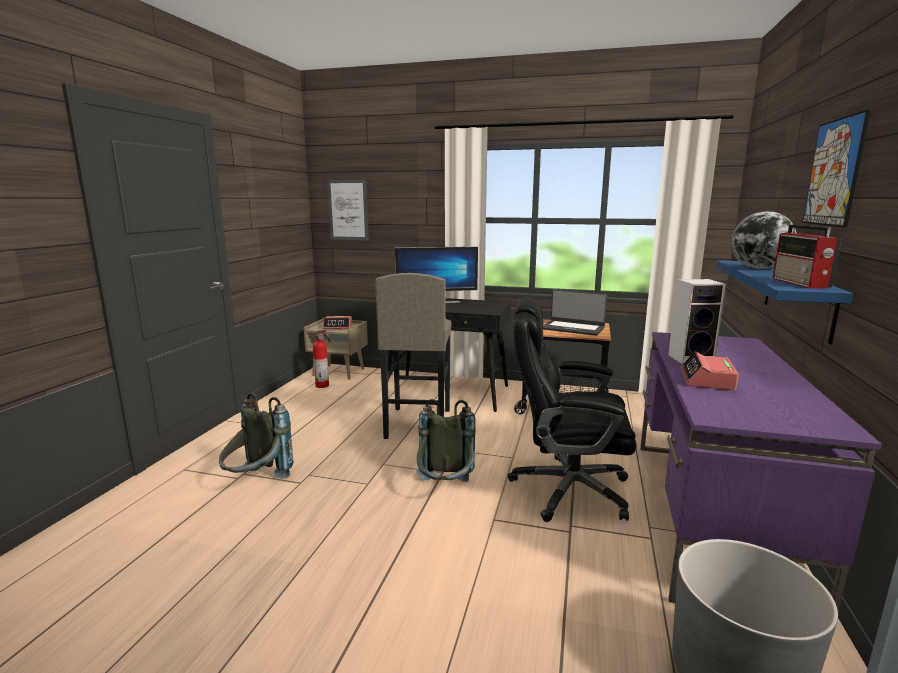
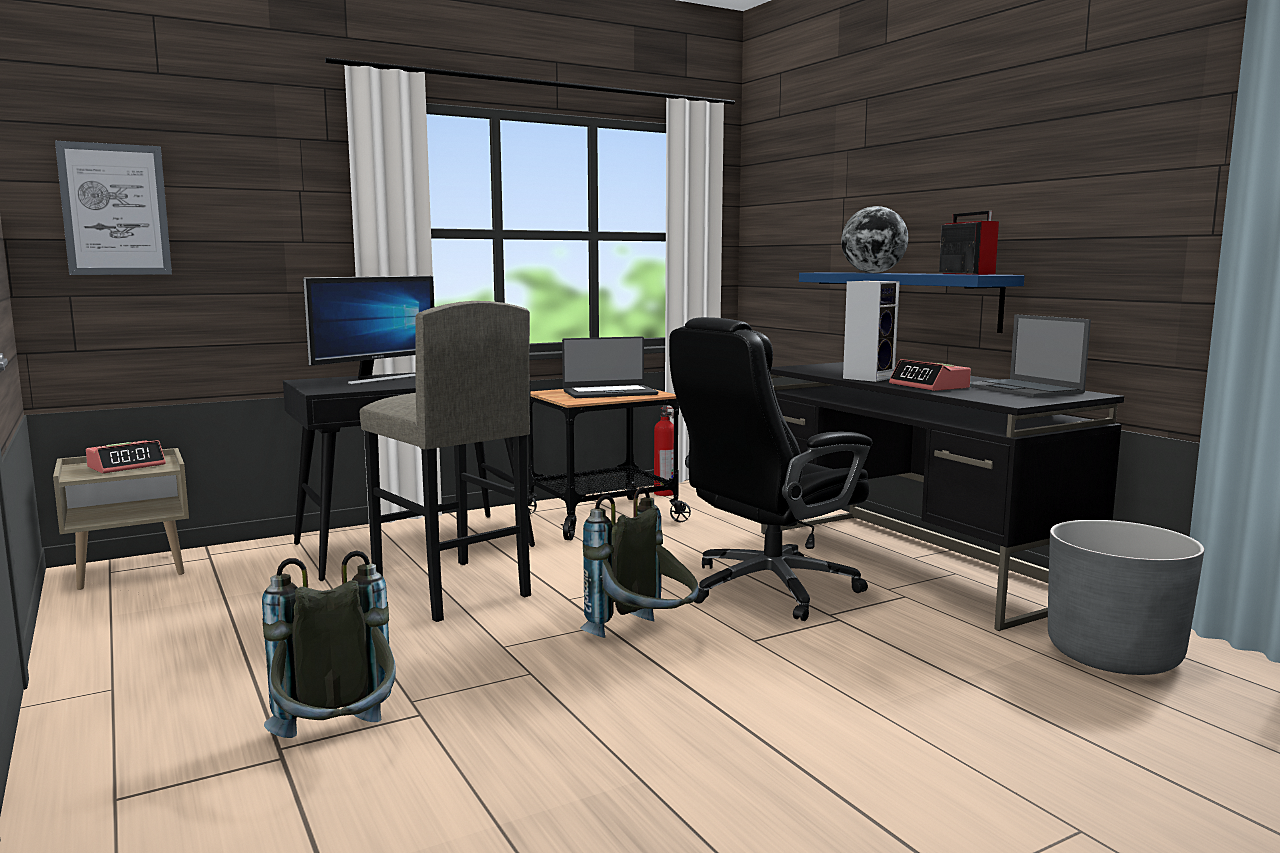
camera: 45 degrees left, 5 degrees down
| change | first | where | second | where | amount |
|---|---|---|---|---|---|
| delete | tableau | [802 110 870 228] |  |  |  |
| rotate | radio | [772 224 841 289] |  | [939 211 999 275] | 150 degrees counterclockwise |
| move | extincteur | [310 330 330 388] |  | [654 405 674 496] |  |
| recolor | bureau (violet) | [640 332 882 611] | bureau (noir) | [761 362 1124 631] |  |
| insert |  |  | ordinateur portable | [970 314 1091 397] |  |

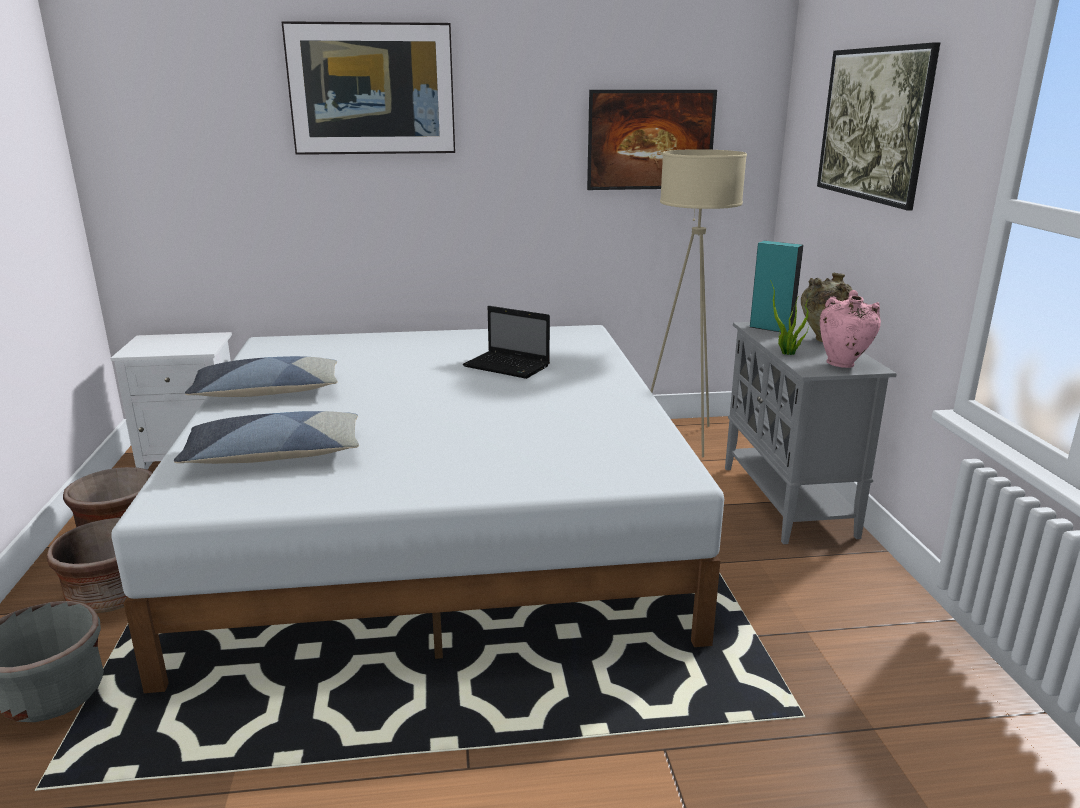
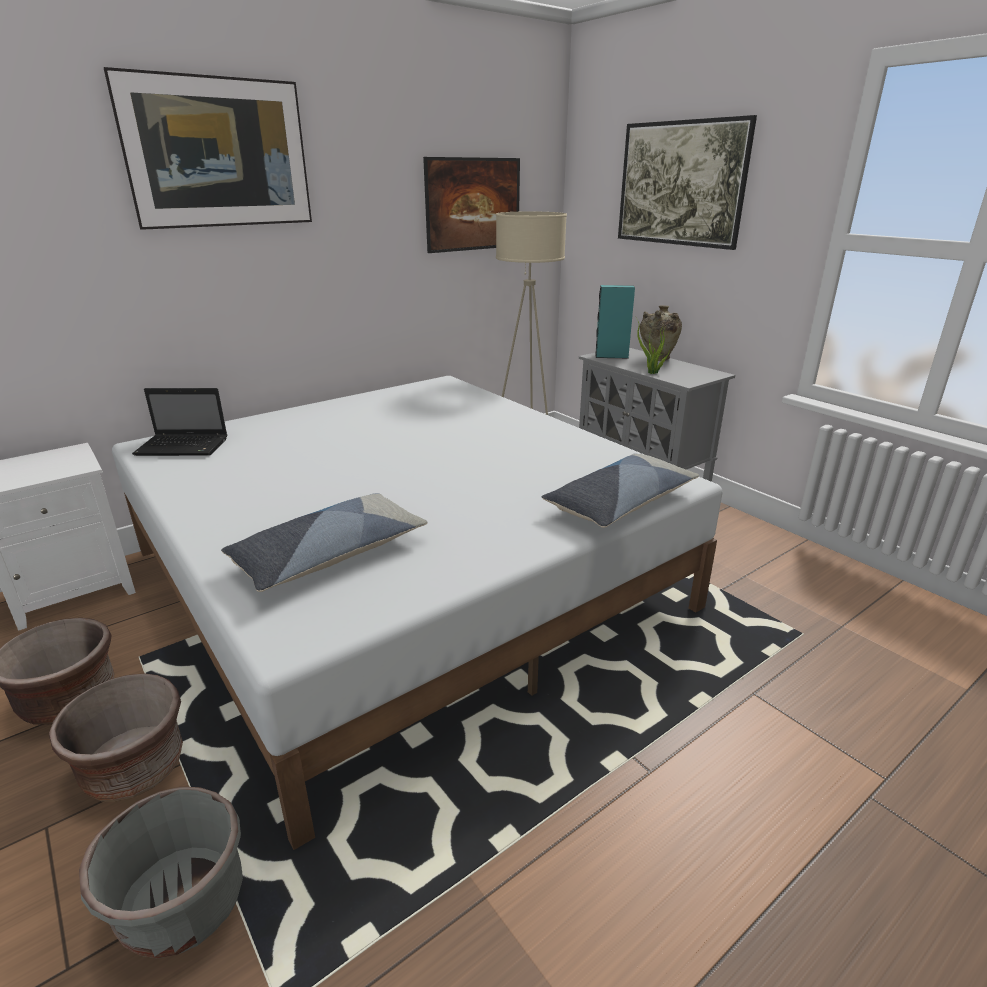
camera: 30 degrees left, 5 degrees up
| change | first | where | second | where | amount |
|---|---|---|---|---|---|
| delete | vase (rose) | [820 290 881 368] |  |  |  |
| move | ordinateur portable | [463 306 550 379] |  | [132 388 227 456] |  |
| move | coussin | [185 356 338 397] |  | [542 453 699 528] |  |

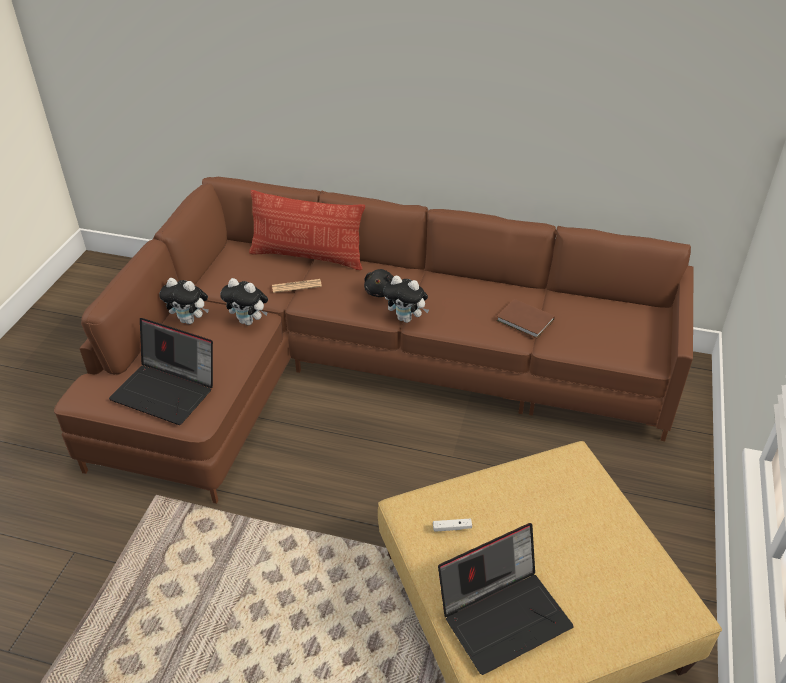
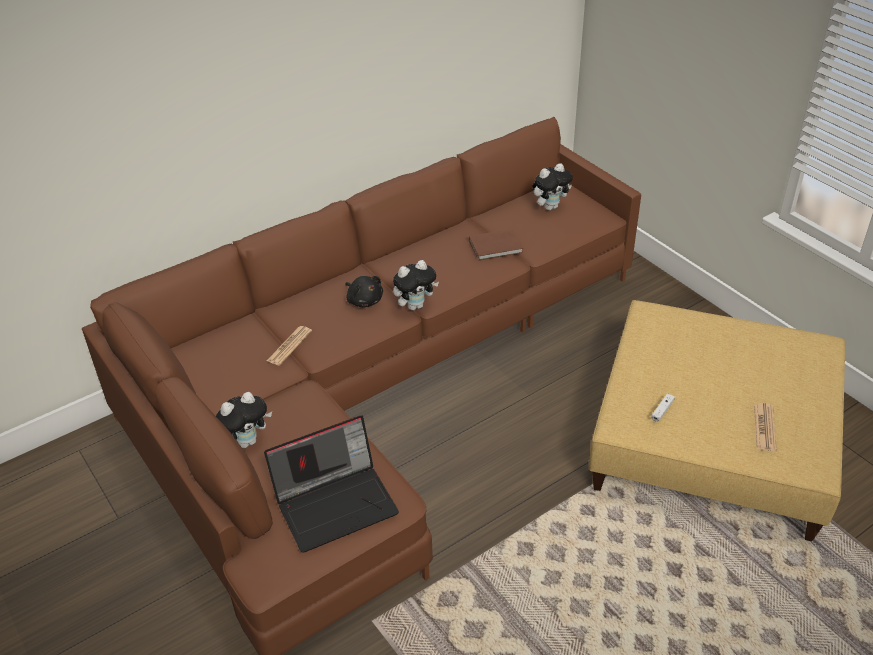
camera: 50 degrees left, 0 degrees up
| change | first | where | second | where | amount |
|---|---|---|---|---|---|
| delete | coussin | [249 190 365 270] |  |  |  |
| move | peluche | [220 278 268 325] |  | [532 163 573 210] |  |
| replace | ordinateur portable | [438 523 574 675] | journal | [754 403 777 451] |  |

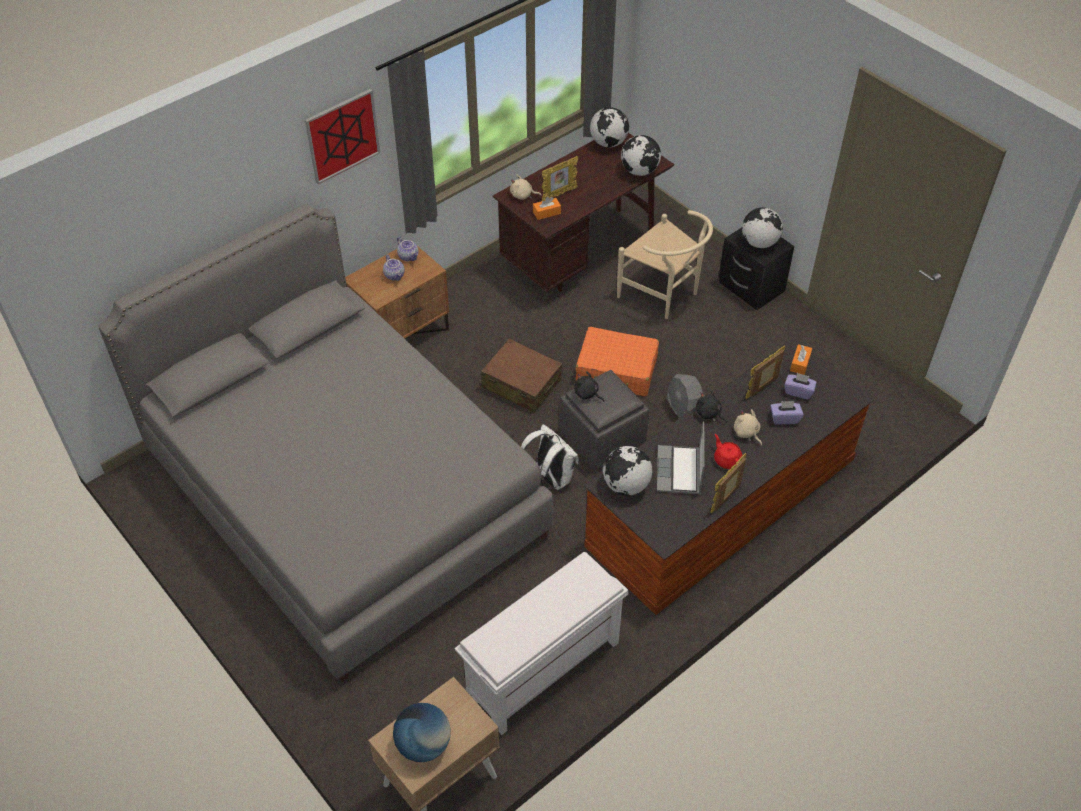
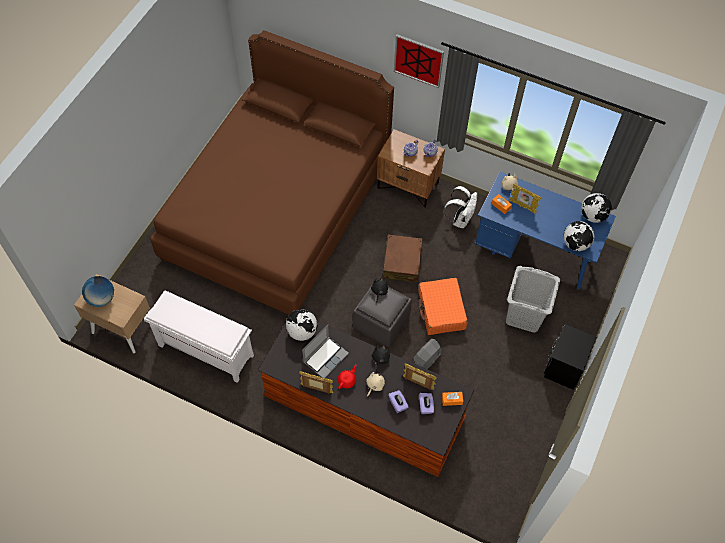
camera: 65 degrees right, 10 degrees up
| change | first | where | second | where | amount |
|---|---|---|---|---|---|
| recolor | bureau (marron) | [493 133 674 292] | bureau (bleu) | [475 172 616 290] |  |
| recolor | lit (gris) | [98 203 553 682] | lit (marron) | [150 30 394 315] |  |
| delete | globe | [742 207 783 248] |  |  |  |
| replace | chaise (beige) | [617 210 713 319] | panier à linge (gris) | [506 266 560 332] |  |
| rotate | ordinateur portable | [657 421 705 494] |  | [302 324 349 378] | 150 degrees clockwise |
| move | sac à dos (blanc) | [521 424 579 490] |  | [443 186 477 228] |  |

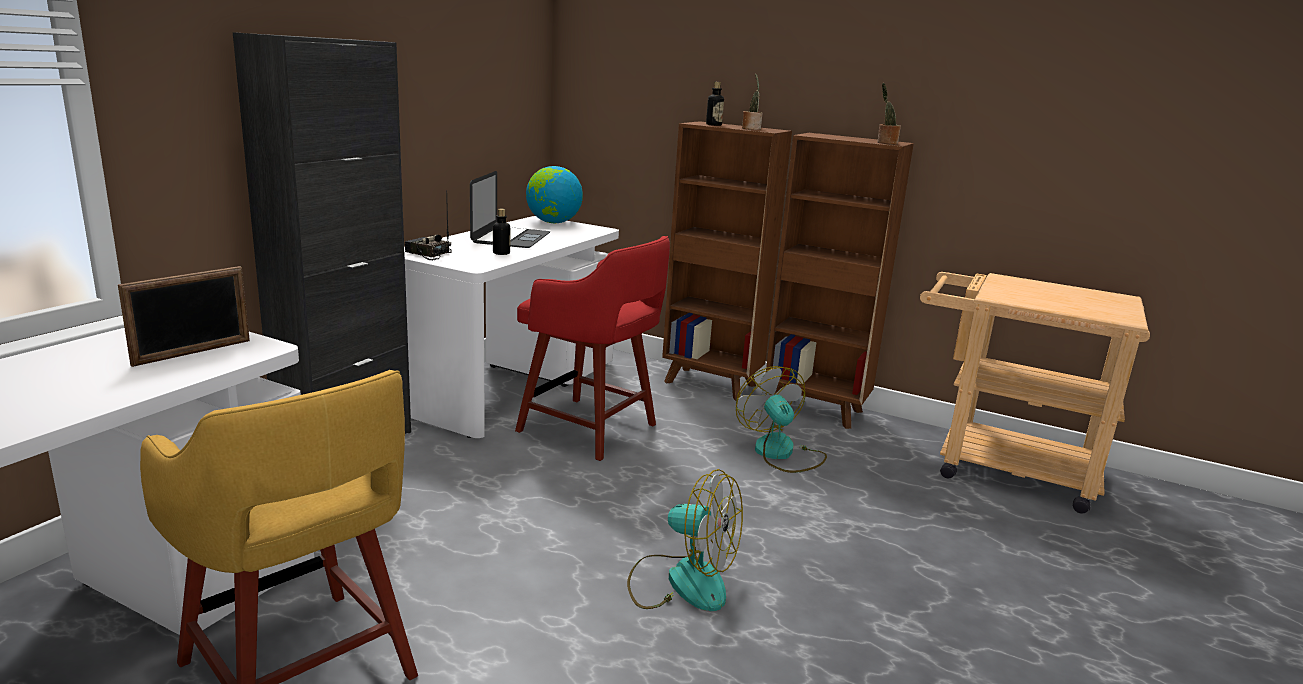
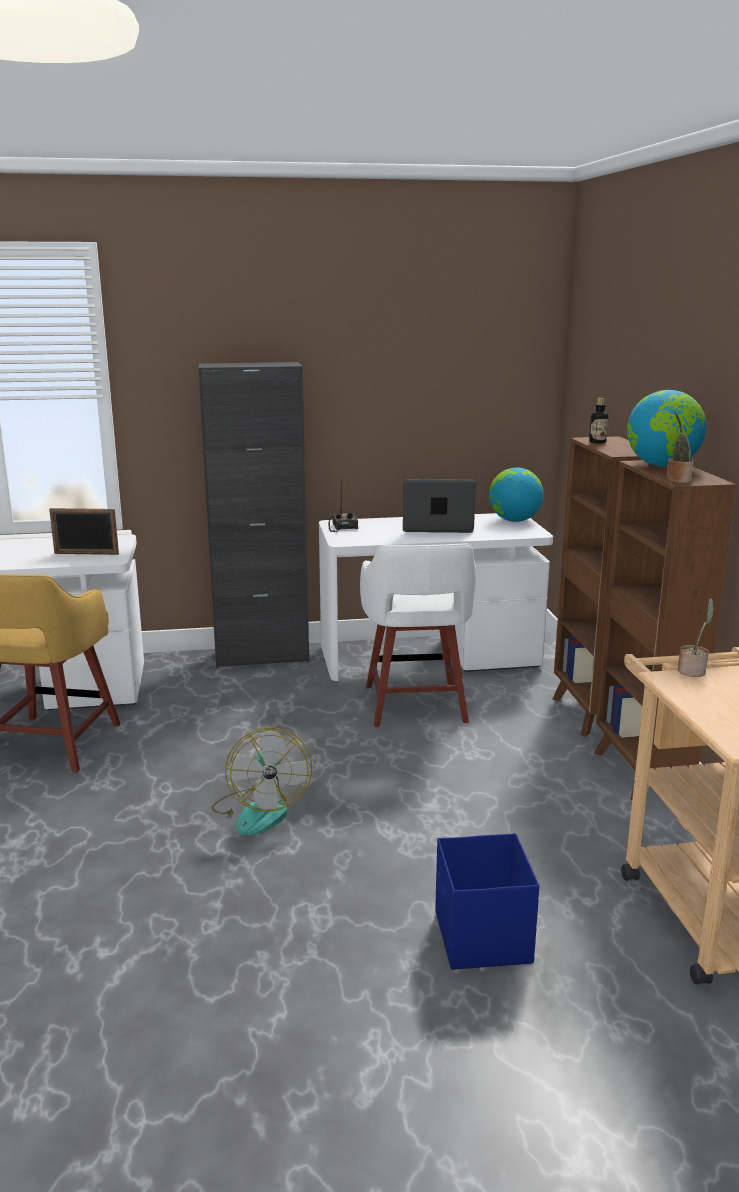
camera: 55 degrees right, 0 degrees up
| change | first | where | second | where | amount |
|---|---|---|---|---|---|
| move | plante en pot | [742 73 762 130] |  | [678 598 714 677] |  |
| rotate | ordinateur portable | [470 171 550 248] |  | [403 479 476 533] | 150 degrees counterclockwise |
| delete | bouteille | [493 209 510 255] |  |  |  |
| recolor | tabouret (rouge) | [515 236 670 461] | tabouret (blanc) | [360 543 476 727] |  |
| delete | ventilateur | [736 366 827 473] |  |  |  |
| insert |  |  | globe | [627 390 707 467] |  |
| insert |  |  | boîte de rangement (bleu) | [435 833 539 970] |  |

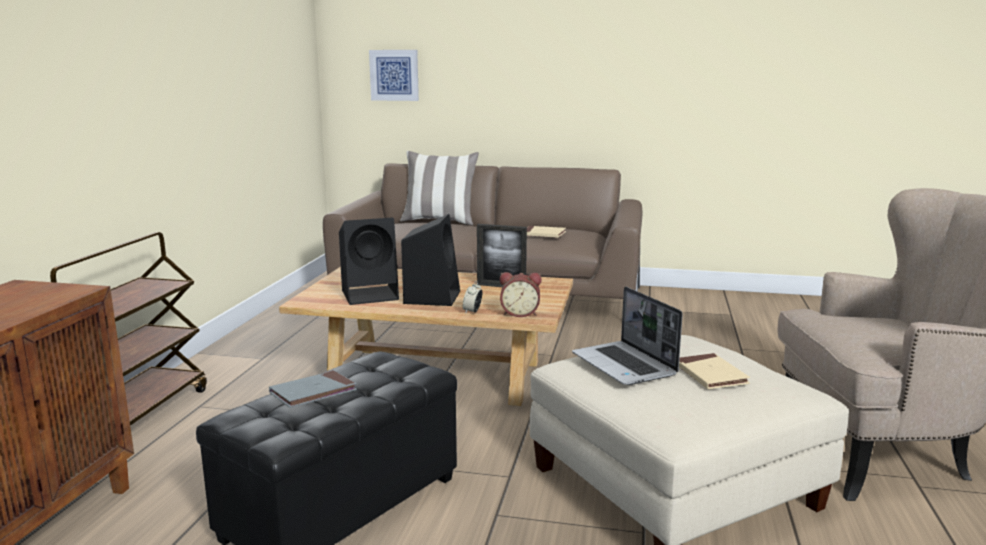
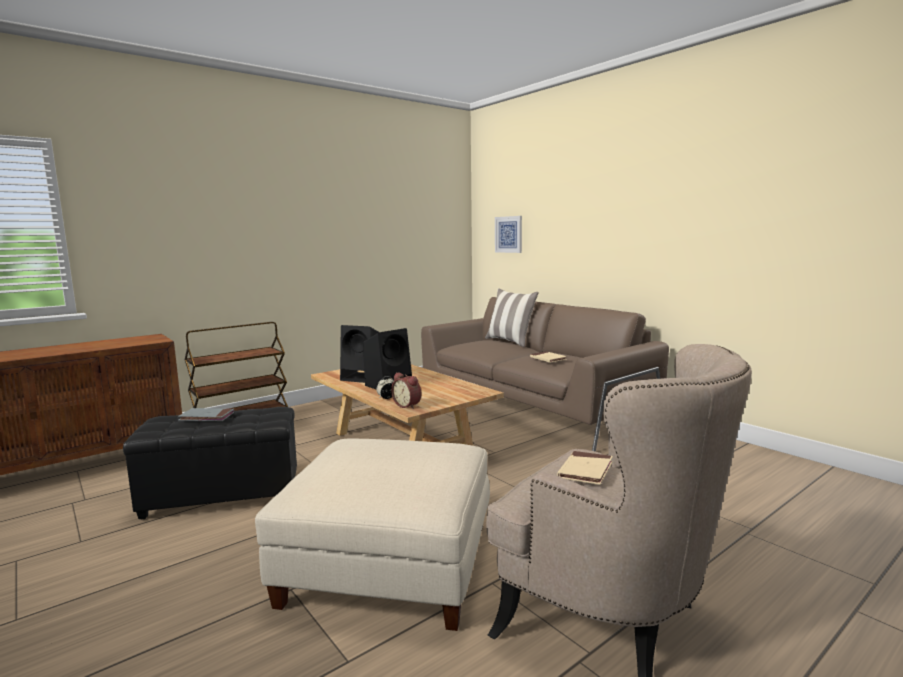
camera: 40 degrees right, 5 degrees down
| change | first | where | second | where | amount |
|---|---|---|---|---|---|
| delete | cadre photo | [477 224 527 287] |  |  |  |
| delete | ordinateur portable | [572 286 683 385] |  |  |  |
| move | livre (beige) | [679 353 750 389] |  | [557 451 613 485] |  |

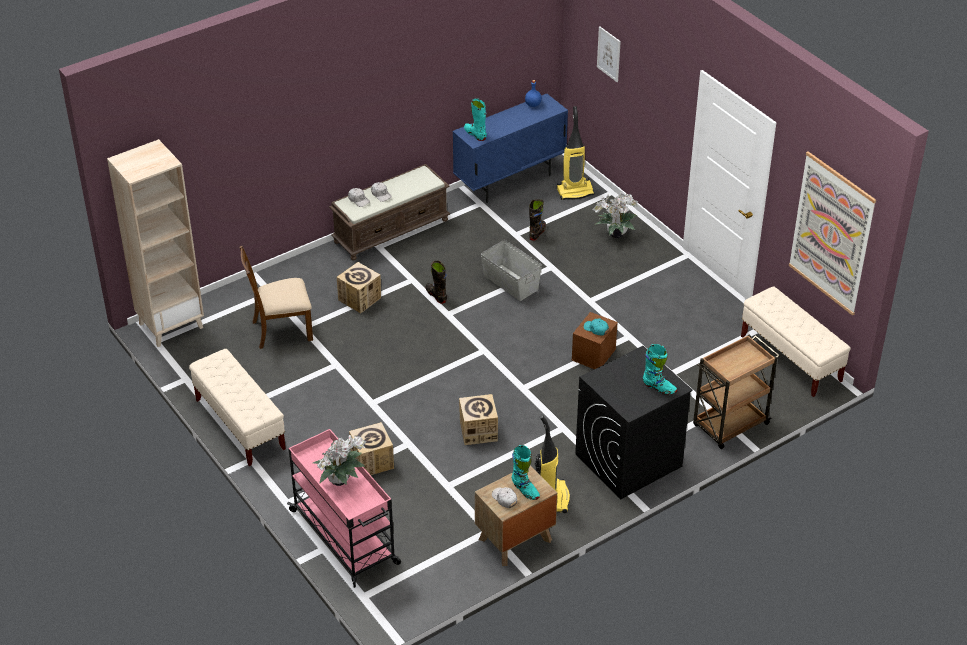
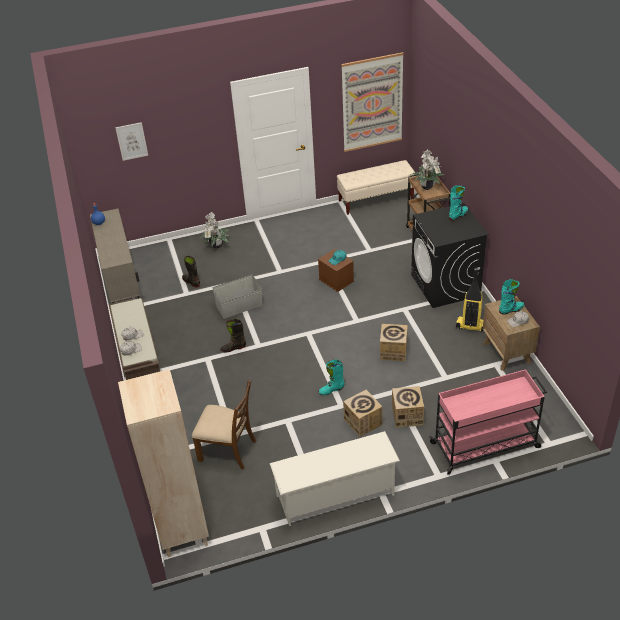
camera: 70 degrees left, 0 degrees up
| change | first | where | second | where | amount |
|---|---|---|---|---|---|
| recolor | meuble de rangement (bleu) | [453 94 568 203] | meuble de rangement (beige) | [90 208 140 303] |  |
| move | botte (turquoise) | [464 98 487 141] |  | [318 359 345 395] |  |
| delete | aspirateur | [557 106 595 200] |  |  |  |
| rotate | chaise (marron) | [239 246 313 349] |  | [192 380 256 470] | 75 degrees counterclockwise |
| move | carton | [337 262 381 314] |  | [343 390 382 437] |  |
| replace | banc (beige) | [189 349 286 466] | étagère à chaussures (blanc) | [270 431 400 526] |  |
| move | plante en pot | [313 435 366 486] |  | [409 150 444 190] |  |

